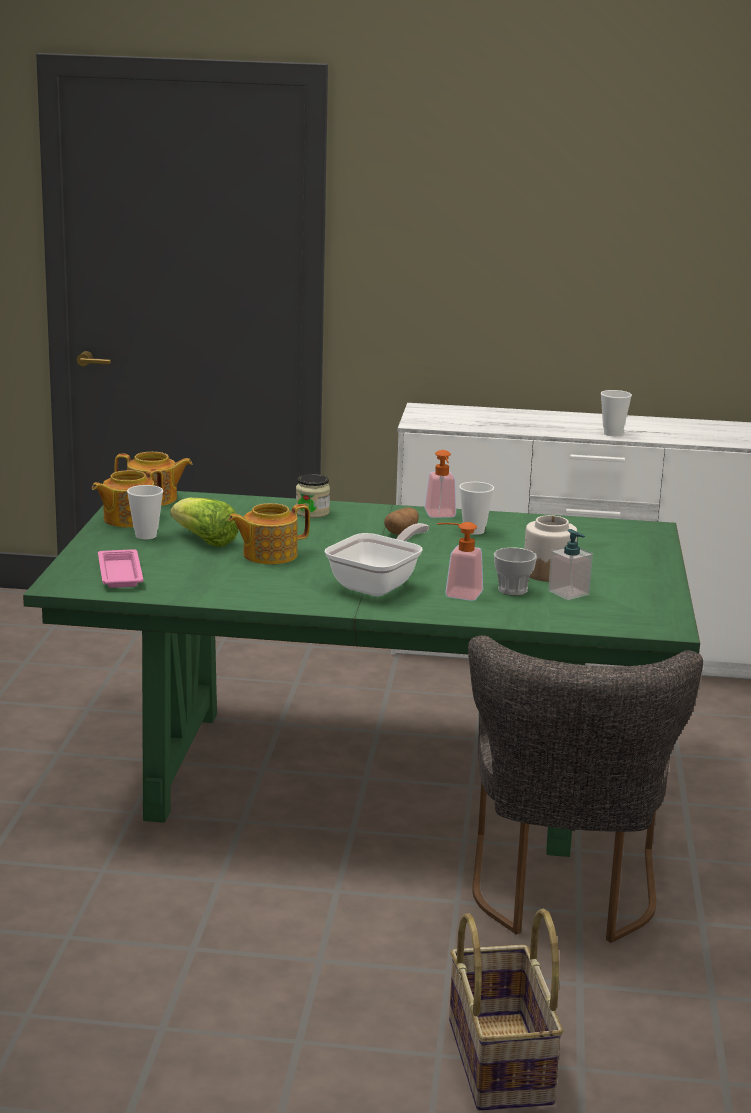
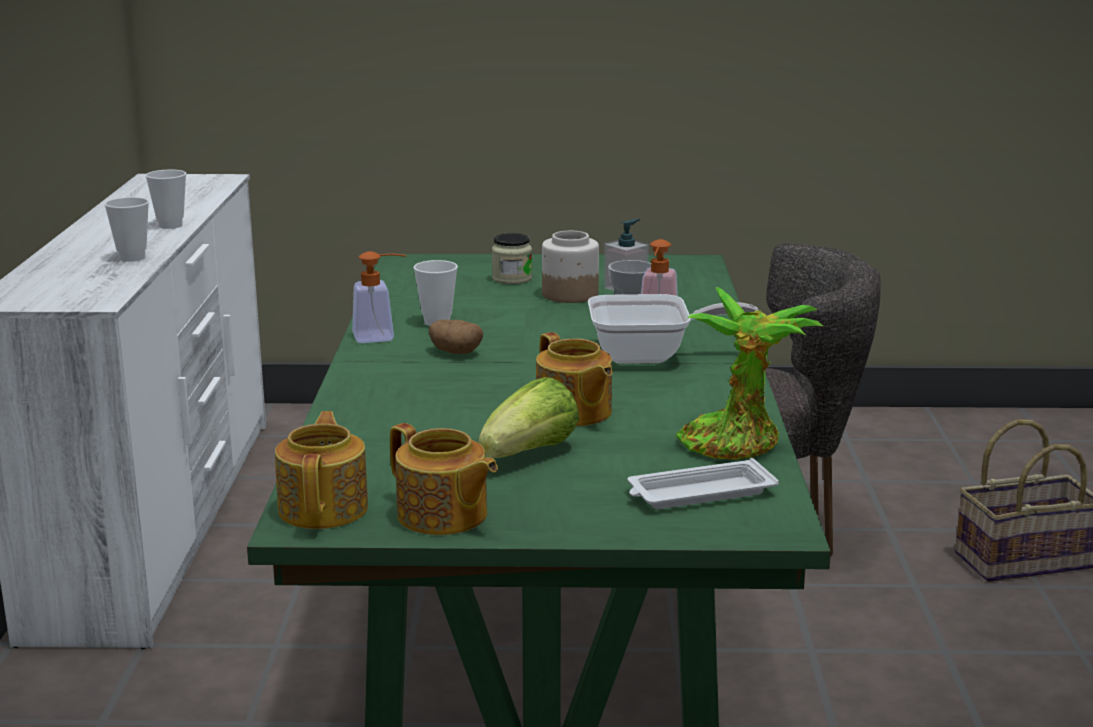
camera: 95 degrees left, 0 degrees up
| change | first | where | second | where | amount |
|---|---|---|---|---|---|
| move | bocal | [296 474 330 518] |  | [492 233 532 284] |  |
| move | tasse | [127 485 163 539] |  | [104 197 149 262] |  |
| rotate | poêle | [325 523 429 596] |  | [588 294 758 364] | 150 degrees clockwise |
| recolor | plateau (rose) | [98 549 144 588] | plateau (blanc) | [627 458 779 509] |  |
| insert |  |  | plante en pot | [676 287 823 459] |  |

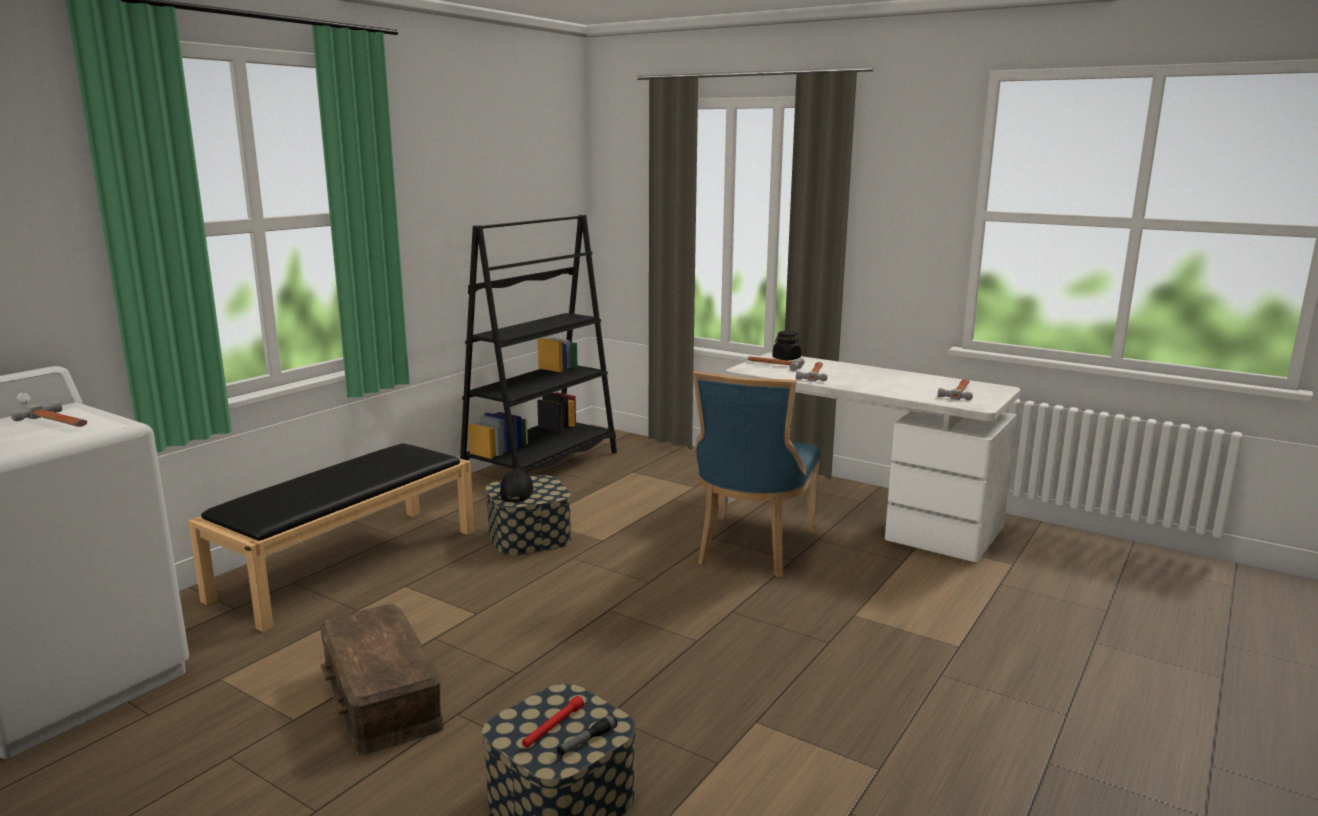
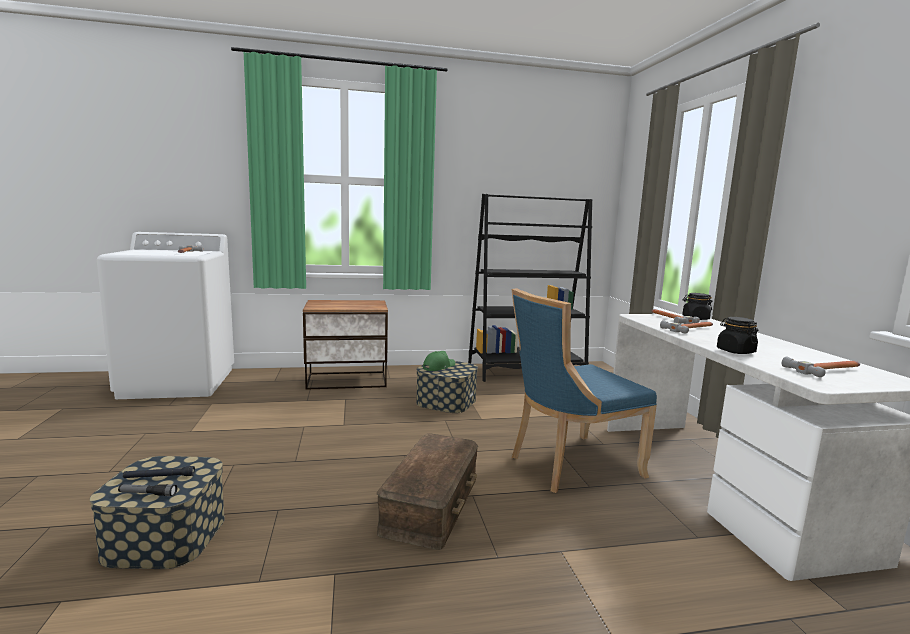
camera: 45 degrees right, 5 degrees down
| change | first | where | second | where | amount |
|---|---|---|---|---|---|
| replace | banc (noir) | [188 444 474 632] | table de chevet | [303 300 388 390] |  |
| recolor | casquette (noir) | [500 469 534 502] | casquette (vert) | [423 351 455 371] |  |
| move | boîte de rangement (marron) | [320 604 444 755] |  | [377 433 478 550] |  |
| recolor | lampe de poche (rouge) | [522 696 584 748] | lampe de poche (noir) | [123 466 195 478] |  |
| insert |  |  | bocal (noir) | [717 317 758 354] |  |

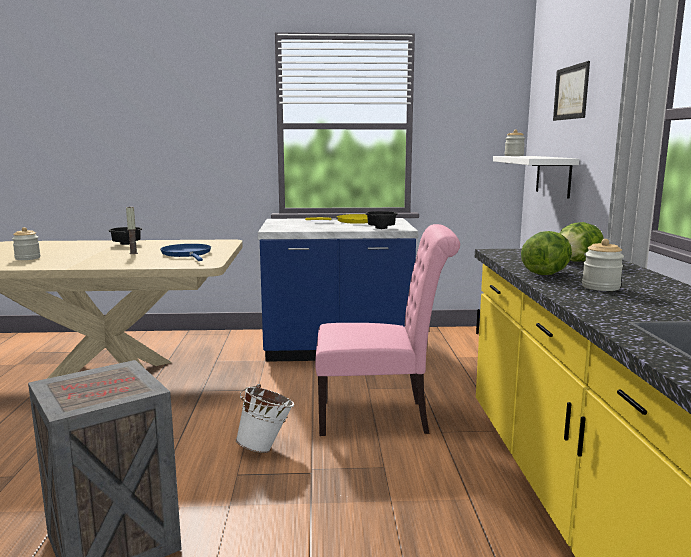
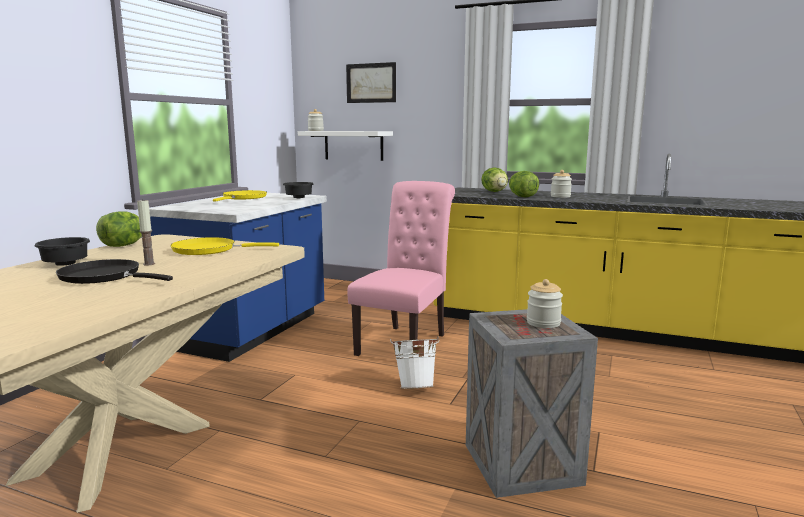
camera: 65 degrees left, 0 degrees up
| change | first | where | second | where | amount |
|---|---|---|---|---|---|
| move | bocal | [12 227 40 260] |  | [527 279 563 328] |  |
| recolor | poêle (bleu) | [160 244 211 261] | poêle (jaune) | [170 237 279 255] |  |
| insert |  |  | laitue | [96 211 142 247] |  |
| insert |  |  | poêle (noir) | [56 259 173 284] |  |

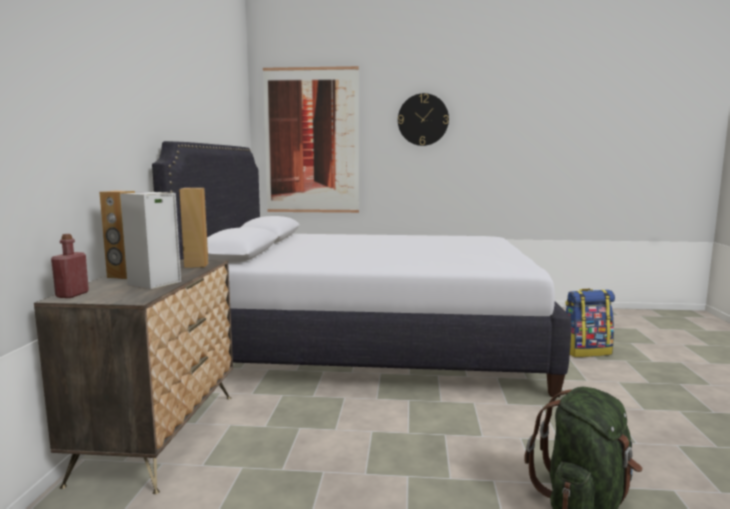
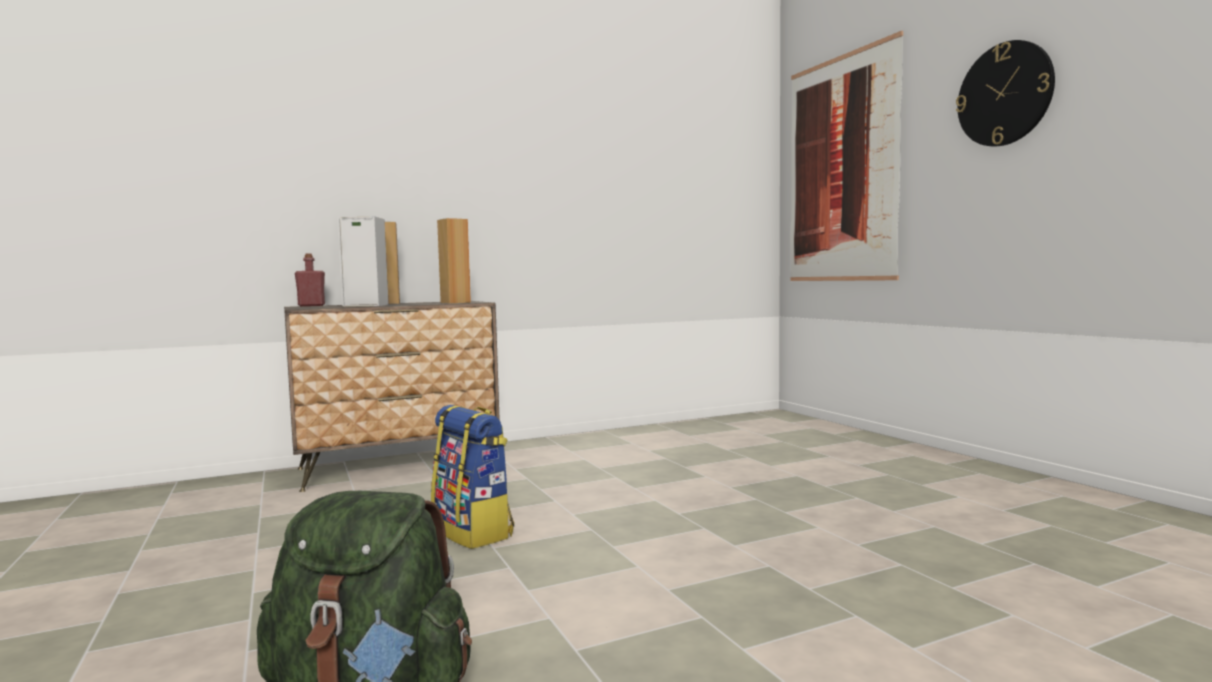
camera: 60 degrees right, 5 degrees down
| change | first | where | second | where | amount |
|---|---|---|---|---|---|
| delete | lit (blanc) | [152 141 572 397] |  |  |  |
| move | sac à dos | [565 289 615 357] |  | [431 405 514 549] |  |

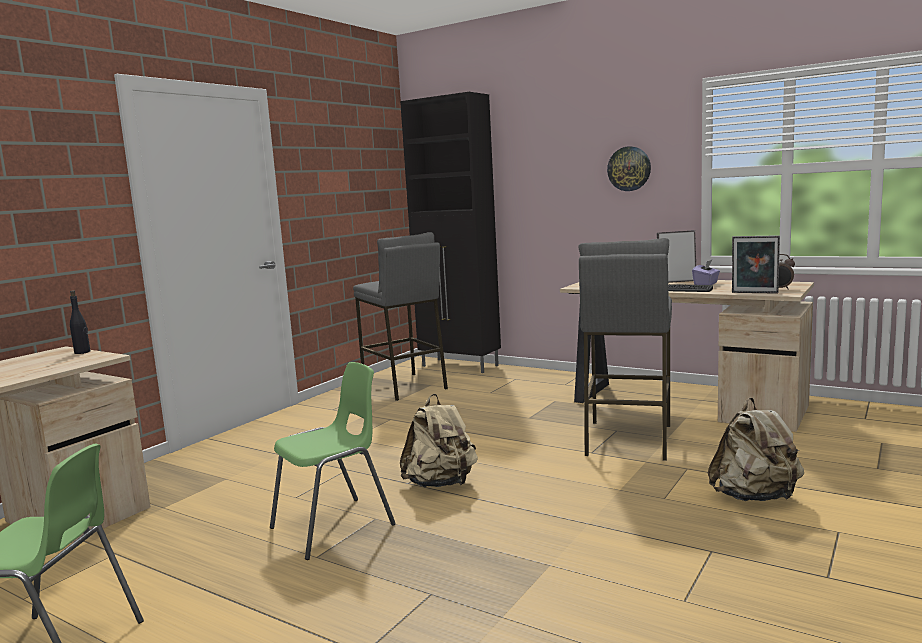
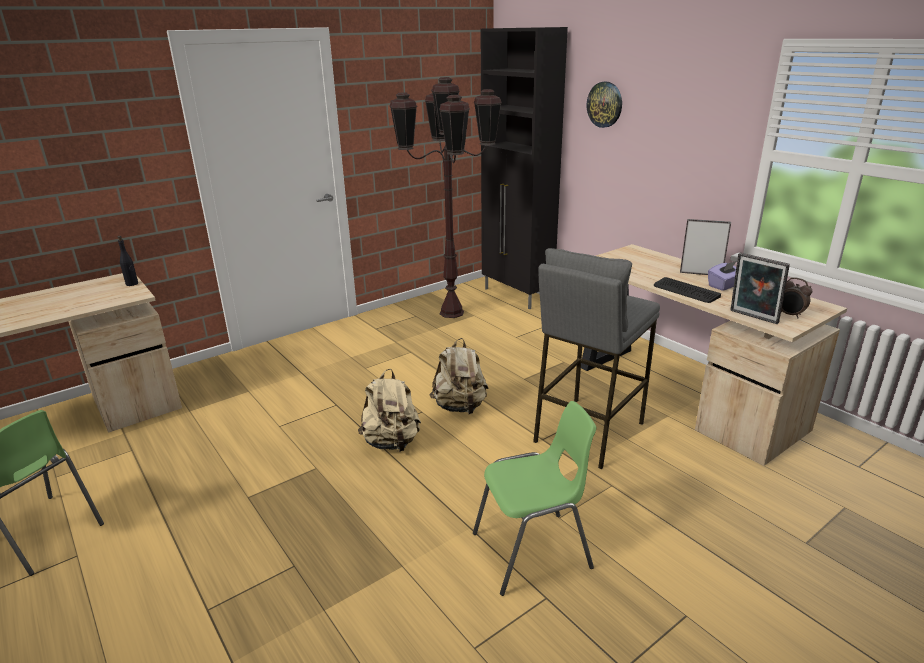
camera: 20 degrees right, 15 degrees up
| change | first | where | second | where | amount |
|---|---|---|---|---|---|
| move | horloge murale | [607 146 651 191] |  | [587 82 622 128] |  |
| replace | tabouret (gris) | [353 232 448 401] | lampadaire (marron) | [390 77 501 318] |  |
| move | chaise (vert) | [270 362 396 560] |  | [473 401 596 596] |  |
| move | sac à dos (beige) | [708 398 804 501] |  | [429 338 488 414] |  |

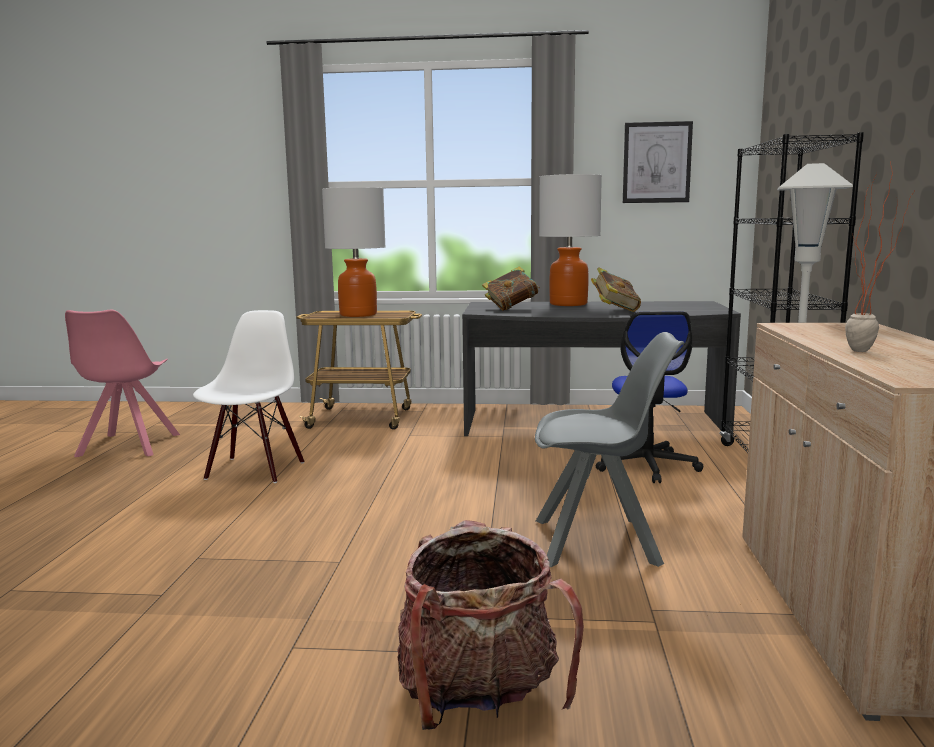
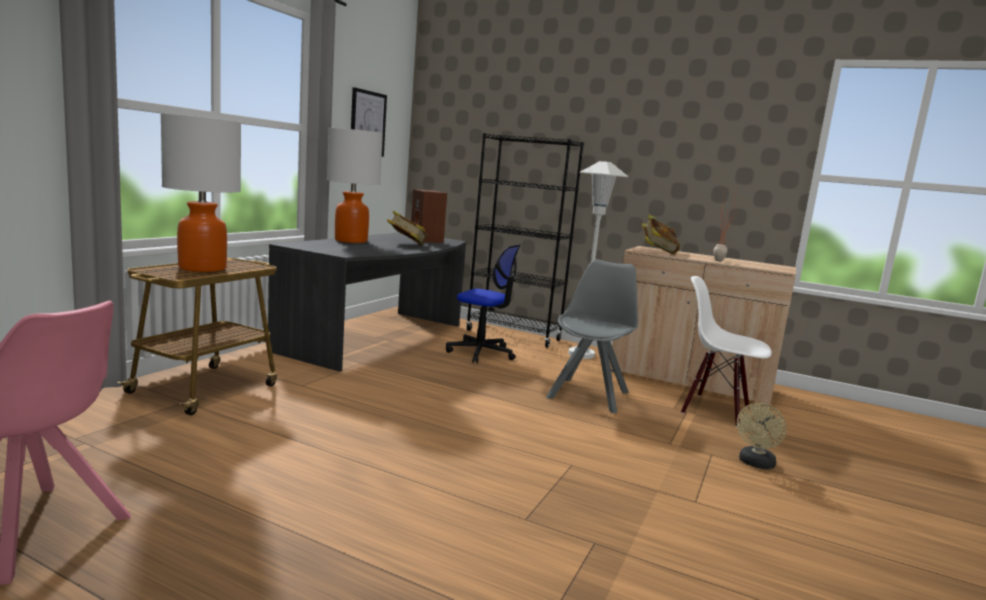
camera: 70 degrees left, 0 degrees up
| change | first | where | second | where | amount |
|---|---|---|---|---|---|
| move | livre | [482 266 540 311] |  | [642 215 680 254] |  |
| move | chaise (blanc) | [193 310 304 483] |  | [681 276 772 428] |  |
| replace | sac à dos | [397 520 584 730] | ventilateur (beige) | [737 403 787 469] |  |
| insert |  |  | enceinte (marron) | [410 189 447 243] |  |

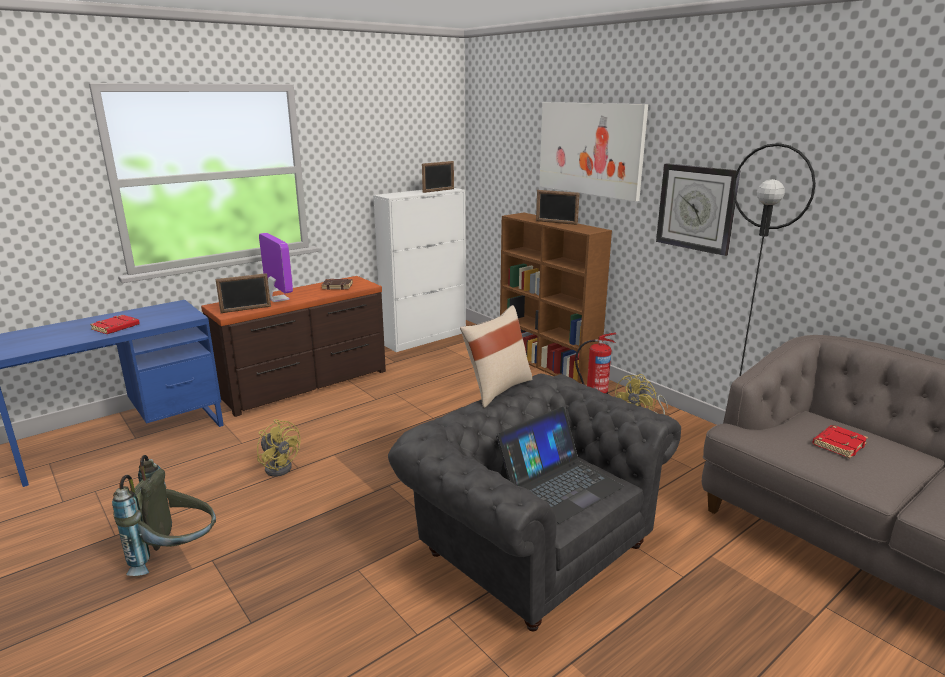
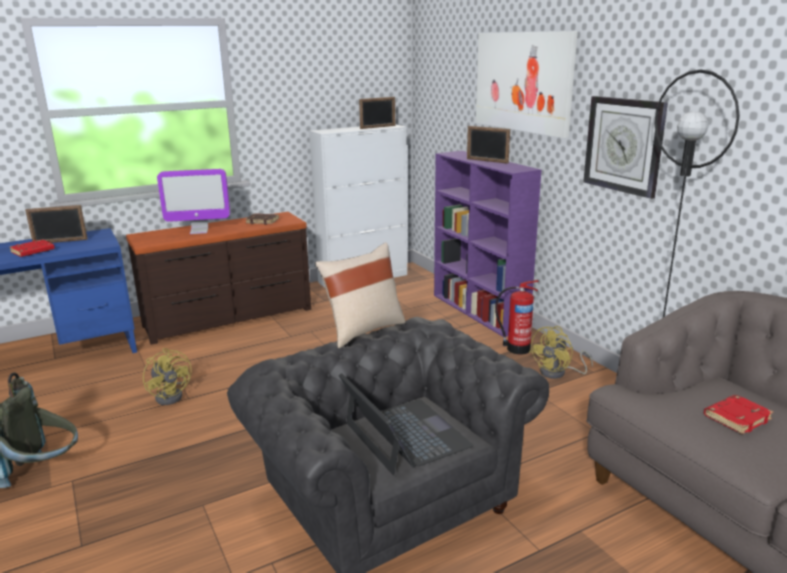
camera: 10 degrees right, 0 degrees up
| change | first | where | second | where | amount |
|---|---|---|---|---|---|
| recolor | bibliothèque (marron) | [500 213 612 385] | bibliothèque (violet) | [434 151 541 337] |  |
| rotate | écran d'ordinateur | [259 233 293 302] |  | [157 169 230 234] | 105 degrees clockwise |
| move | cadre photo | [215 273 271 313] |  | [25 205 88 243] |  |
| rotate | ordinateur portable | [496 407 624 523] |  | [339 373 474 475] | 90 degrees counterclockwise |

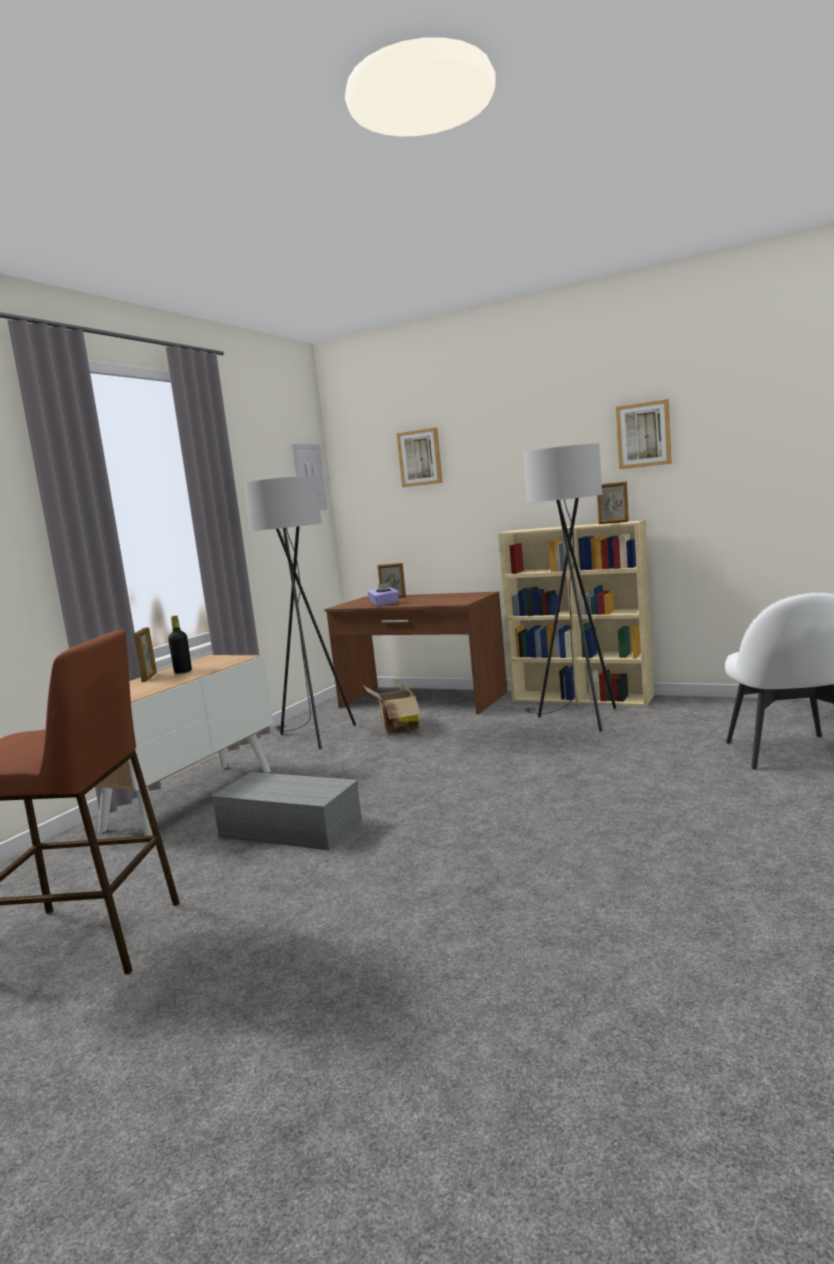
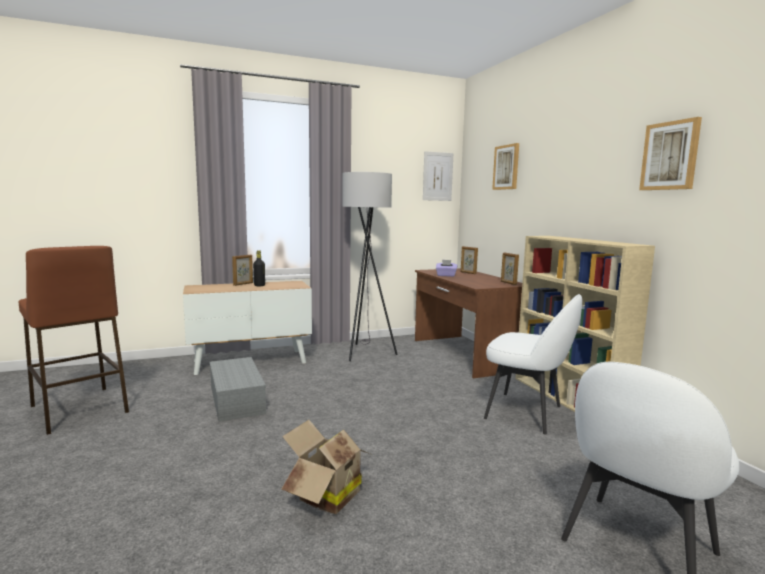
camera: 40 degrees right, 0 degrees up
| change | first | where | second | where | amount |
|---|---|---|---|---|---|
| replace | lampadaire (gris) | [523 443 616 732] | chaise (blanc) | [484 294 582 434] |  |
| move | cadre photo | [597 481 629 524] |  | [501 253 519 285] |  |
| move | carton | [363 680 421 734] |  | [282 420 370 515] |  |

